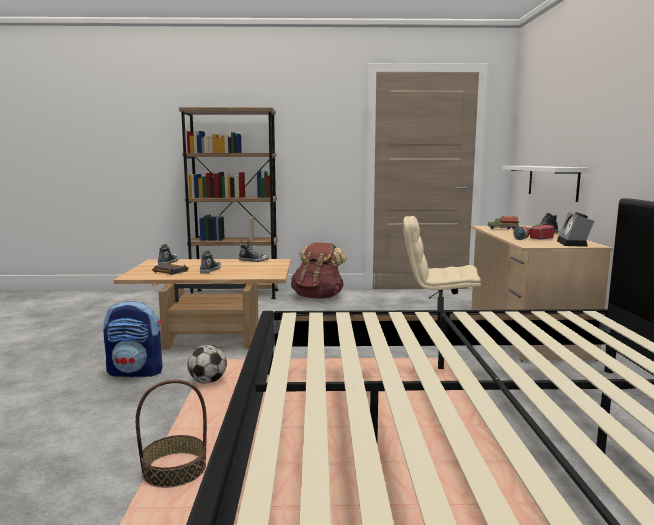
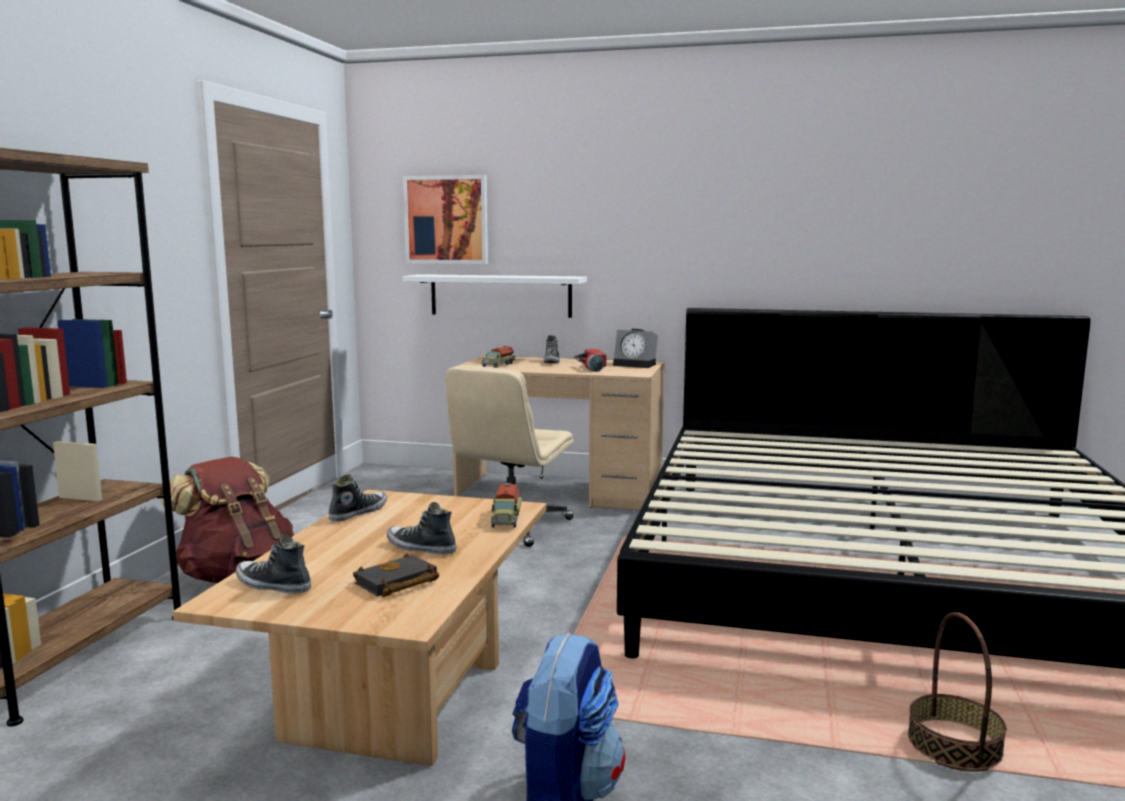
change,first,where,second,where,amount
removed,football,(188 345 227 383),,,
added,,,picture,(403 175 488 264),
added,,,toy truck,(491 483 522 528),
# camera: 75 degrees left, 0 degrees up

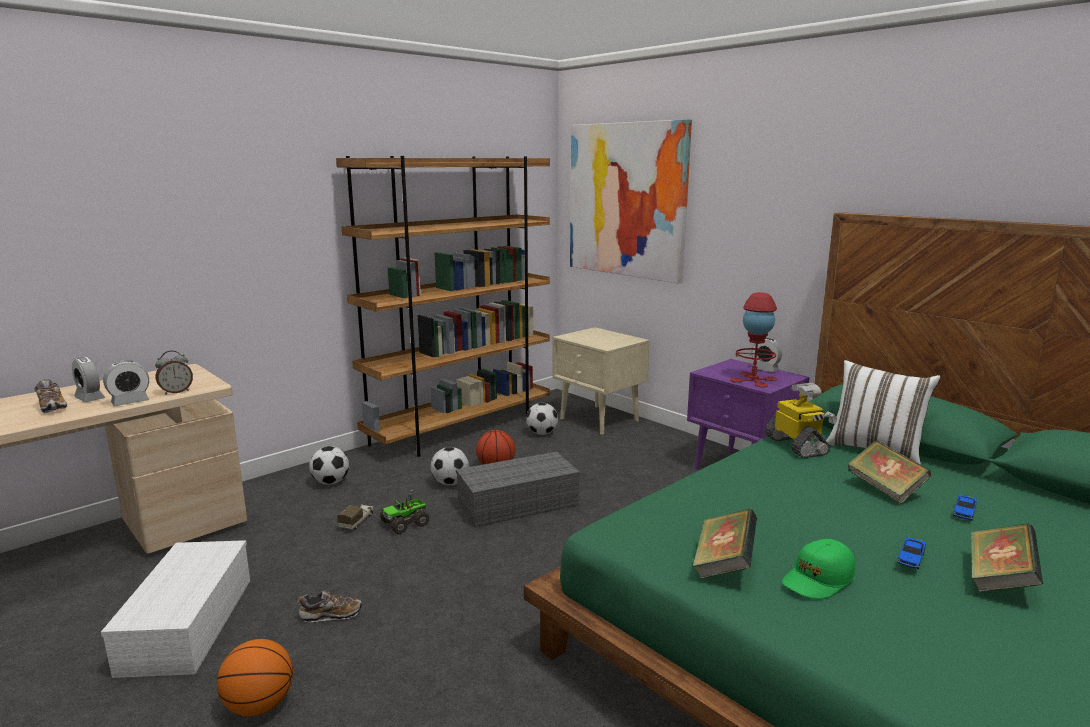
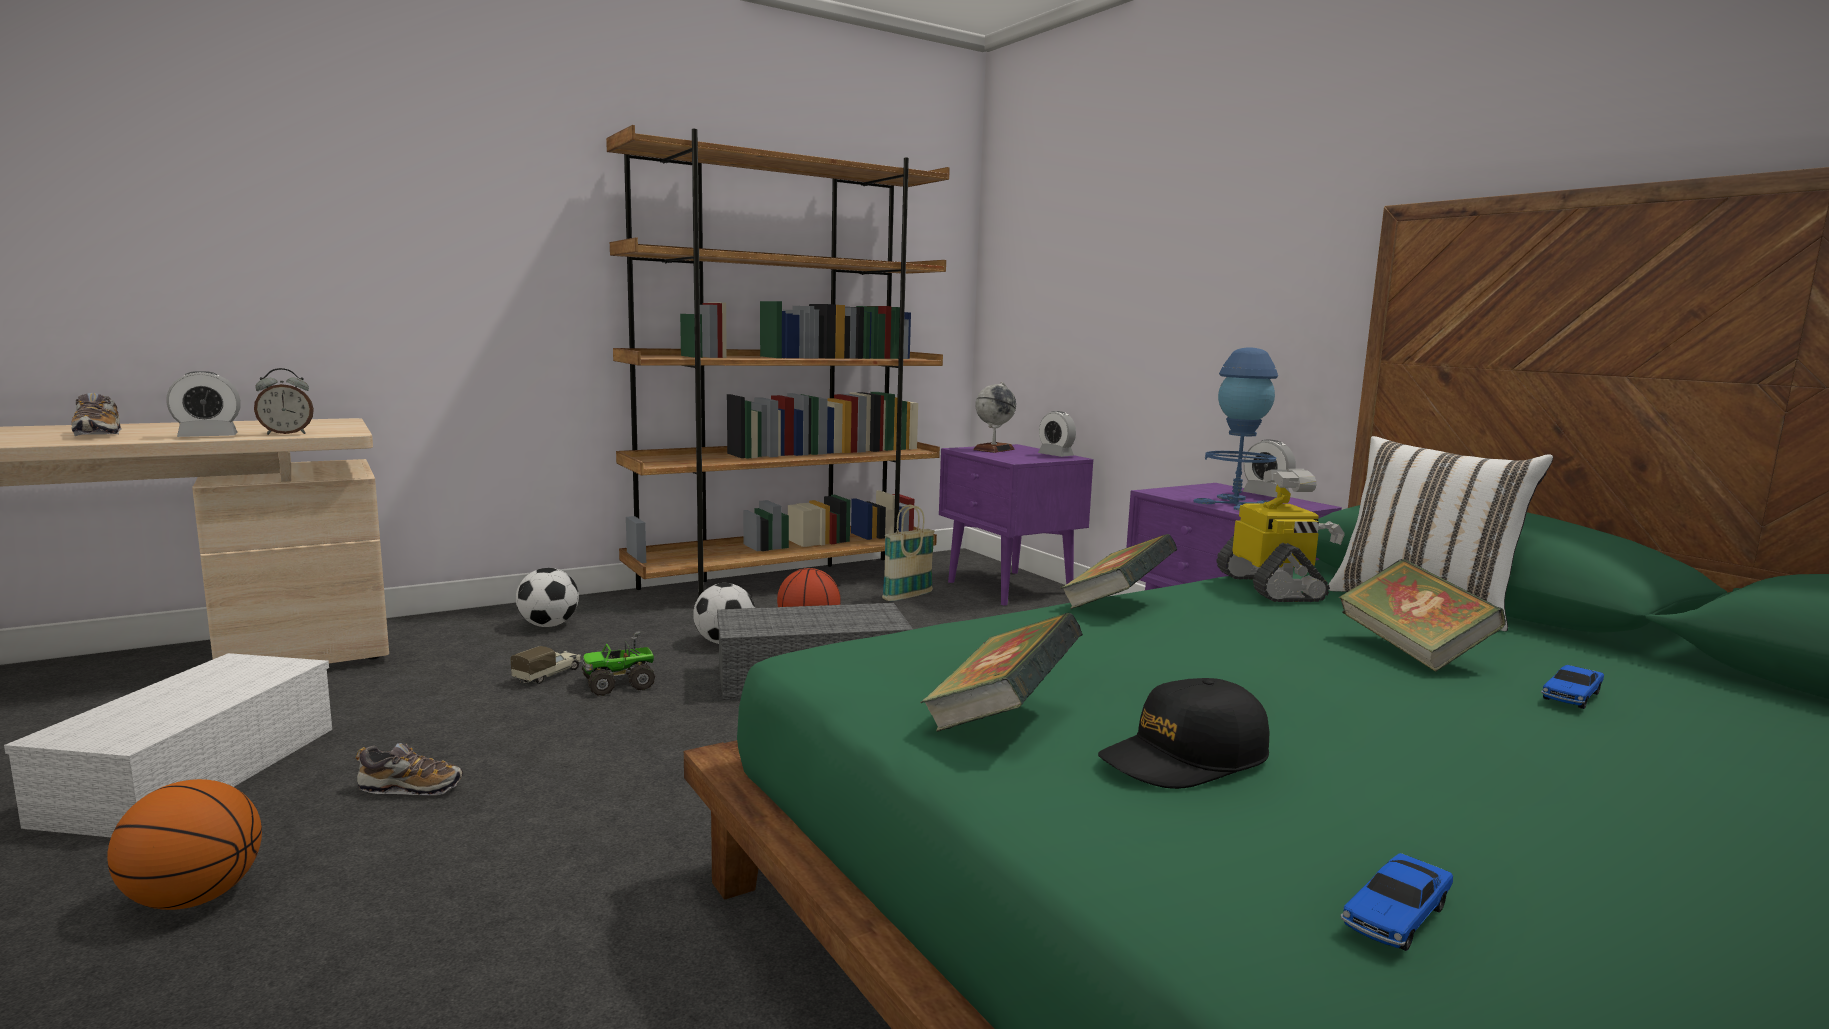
change,first,where,second,where,amount
removed,picture,(570 119 692 283),,,
recoloured,table lamp (red),(730 292 777 388),table lamp (blue),(1194 347 1278 510),
recoloured,nightstand (beige),(552 327 649 434),nightstand (purple),(939 444 1094 606),
moved,alarm clock,(72 357 106 402),,(1038 411 1076 457),
replaced,football,(526 403 558 435),basket,(882 505 935 601),
moved,book,(970 524 1043 592),,(1060 534 1177 609),
moved,toy car,(897 537 926 569),,(1341 853 1453 951),
recoloured,cap (green),(782 539 855 599),cap (black),(1098 678 1269 789),
added,,,globe,(973 382 1016 453),
# camera: 10 degrees right, 5 degrees down

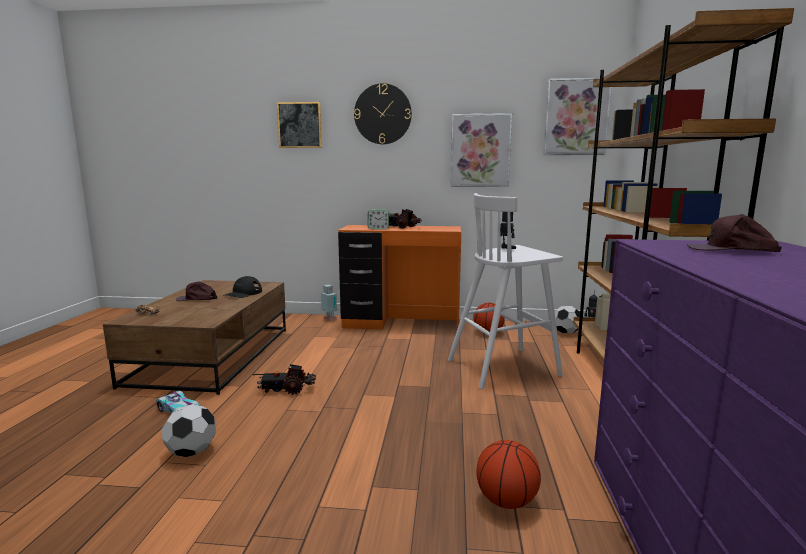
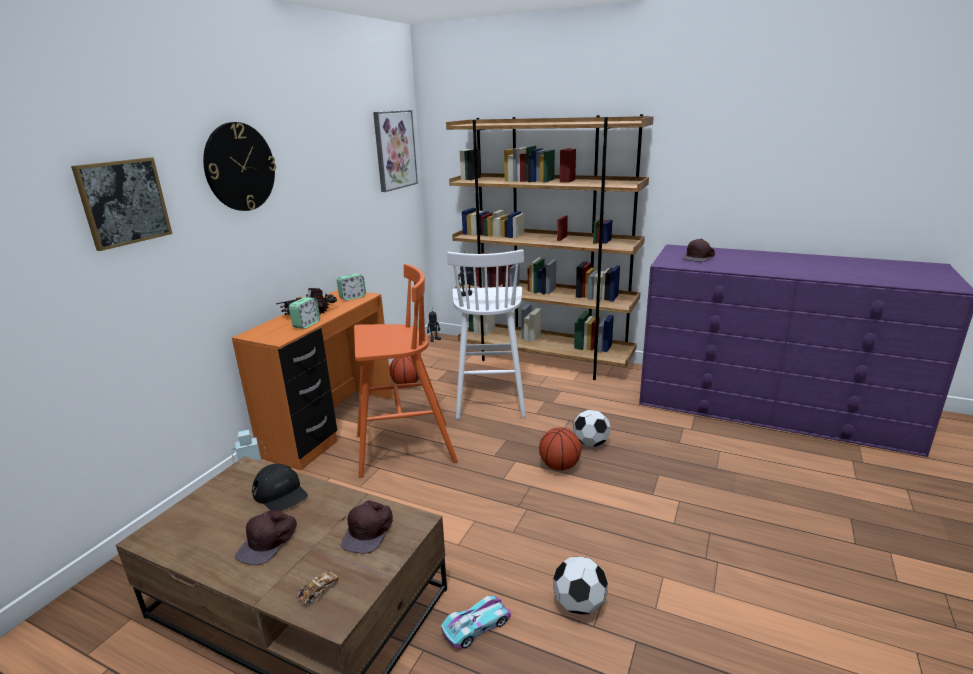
change,first,where,second,where,amount
removed,picture,(451 113 512 187),,,
moved,football,(555 306 580 333),,(573 410 610 447),
removed,toy truck,(253 364 316 395),,,
moved,basketball,(476 440 541 509),,(539 427 581 471),
added,,,stool (orange),(354 264 458 478),
added,,,alarm clock,(337 273 366 301),
added,,,cap (brown),(341 501 393 553),
# camera: 70 degrees left, 10 degrees up

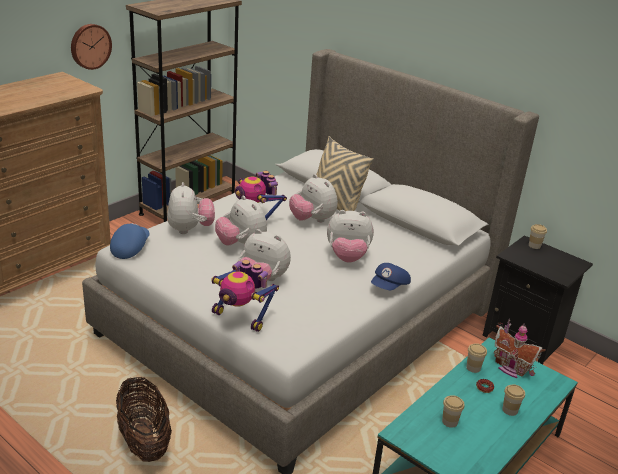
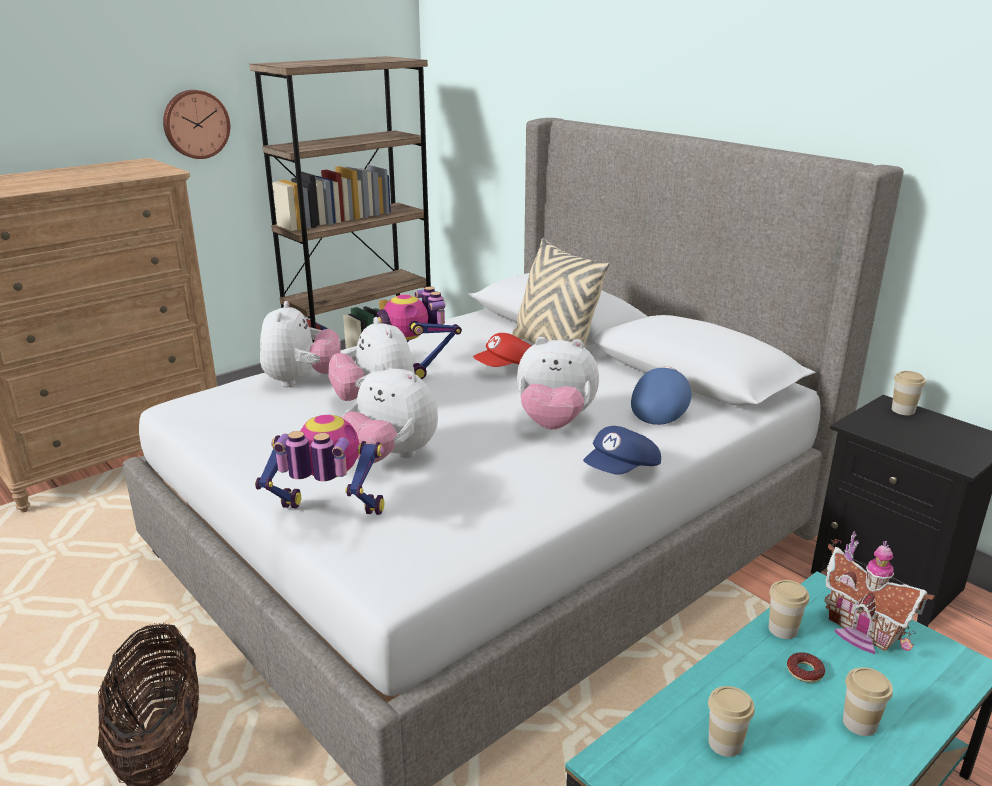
change,first,where,second,where,amount
replaced,plush toy,(289 174 337 223),cap (red),(473 333 532 367),
moved,cap (blue),(110 223 149 259),,(631 366 692 425),
turned,toy robot,(211 260 279 332),,(255 415 384 515),150 degrees clockwise
# camera: 10 degrees right, 5 degrees down

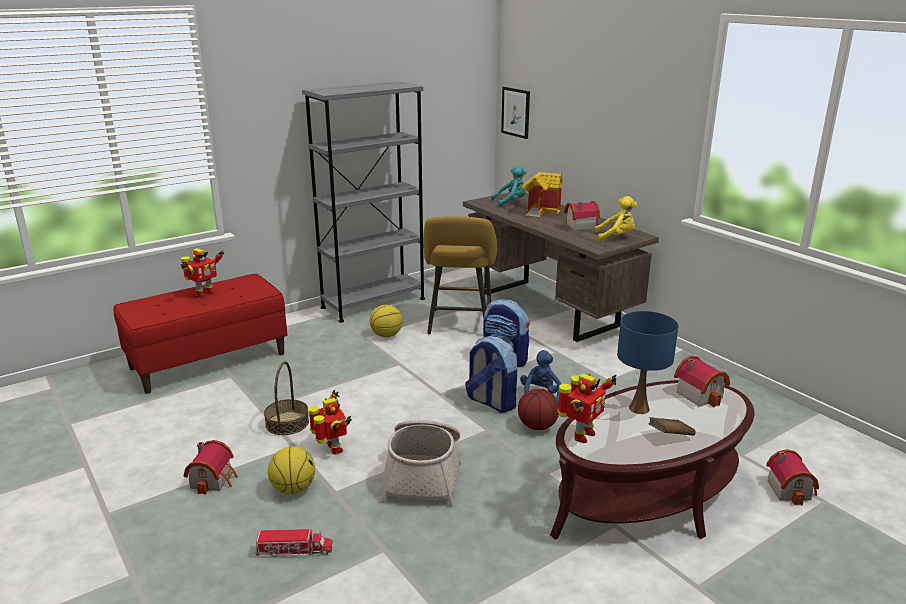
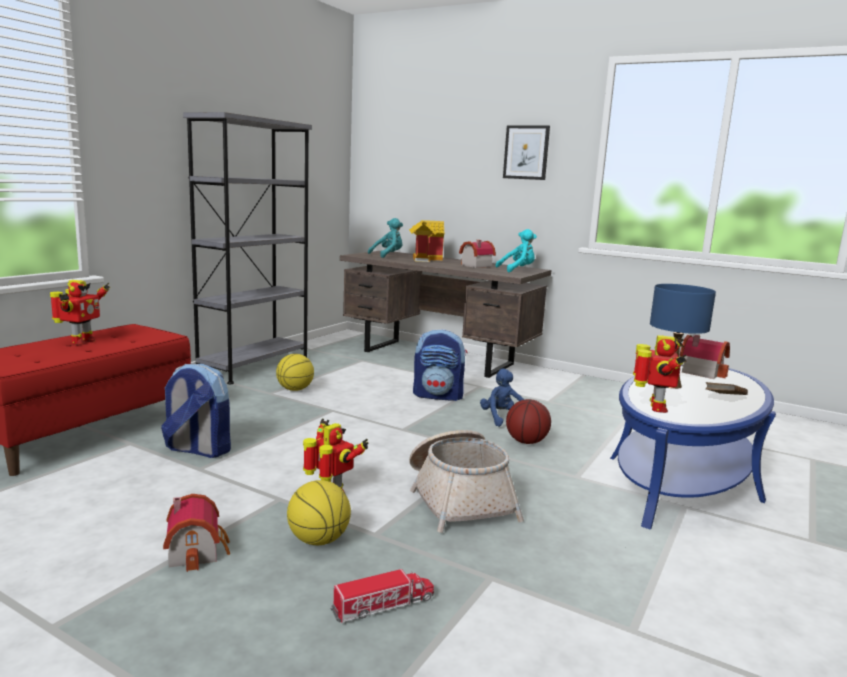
change,first,where,second,where,amount
moved,picture,(501 87 530 139),,(503 125 550 180),
recoloured,plush toy (yellow),(595 196 637 242),plush toy (turquoise),(495 229 537 272),
removed,stool (yellow),(423 216 497 335),,,
moved,backpack,(465 336 517 413),,(161 364 231 458),
removed,basket,(264 361 309 435),,,
recoloured,coffee table (brown),(550 380 755 540),coffee table (blue),(610 364 776 529),
removed,toy house,(766 449 819 506),,,
# camera: 25 degrees left, 10 degrees down

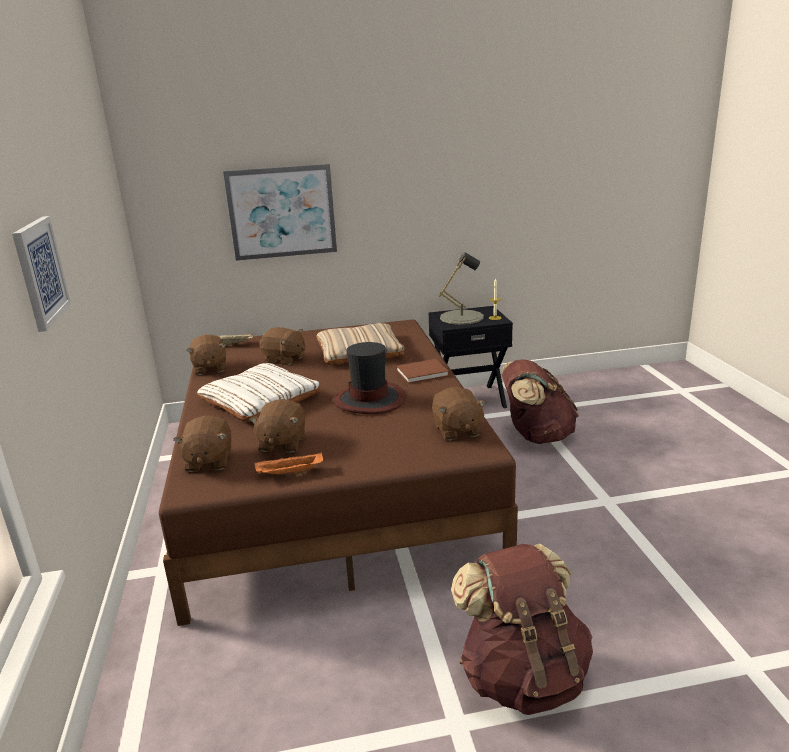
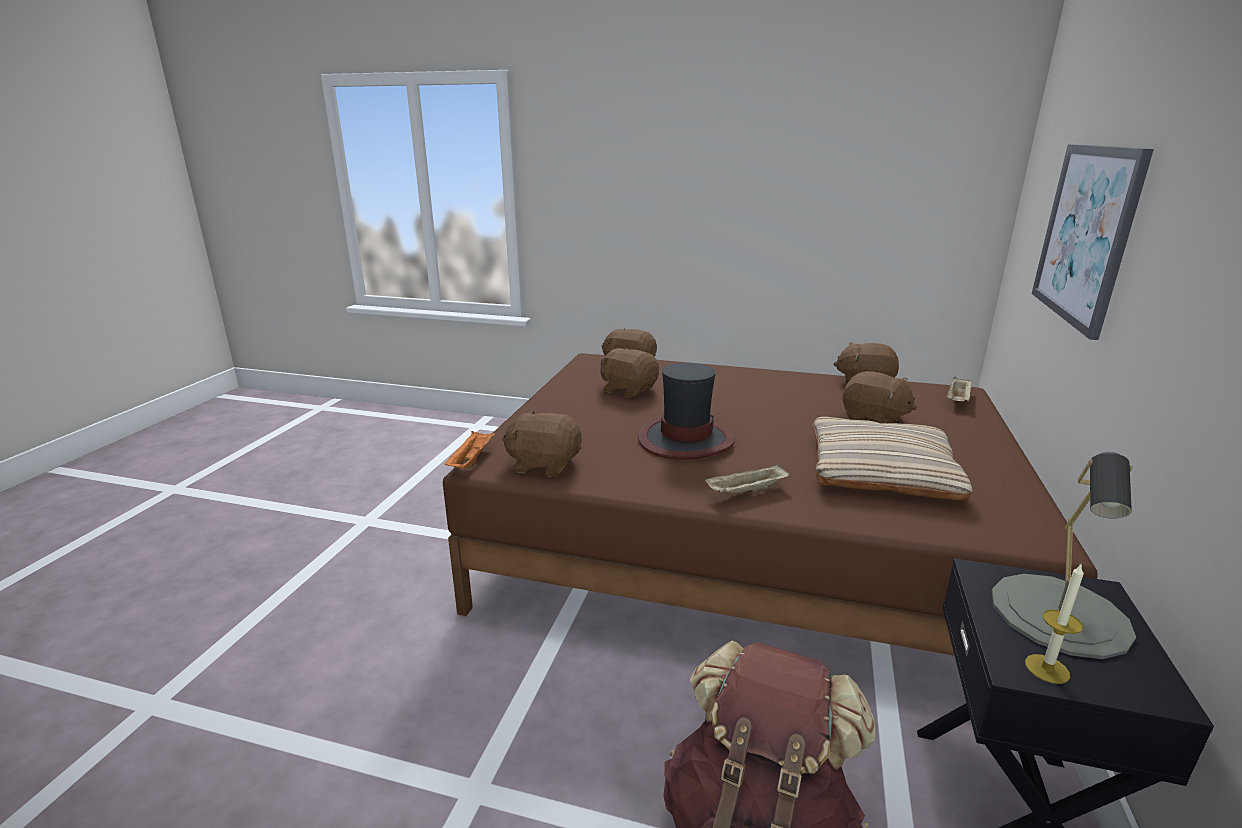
change,first,where,second,where,amount
removed,picture,(12 216 71 332),,,
turned,plush toy (brown),(259 327 305 365),,(842 371 917 423),105 degrees counterclockwise
replaced,book (brown),(396 359 449 383),tray (beige),(705 464 789 493),
removed,pillow (white),(197 363 320 422),,,
moved,tray (orange),(255 452 323 475),,(444 430 496 469),
removed,backpack (brown),(451 543 593 715),,,
# camera: 115 degrees right, 0 degrees up

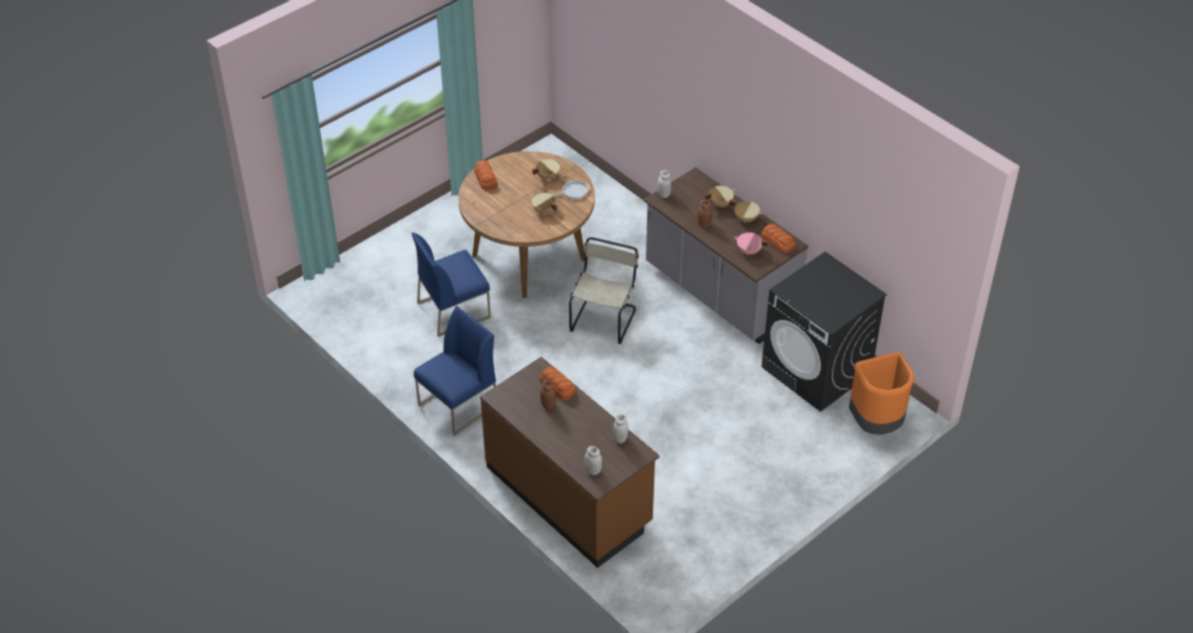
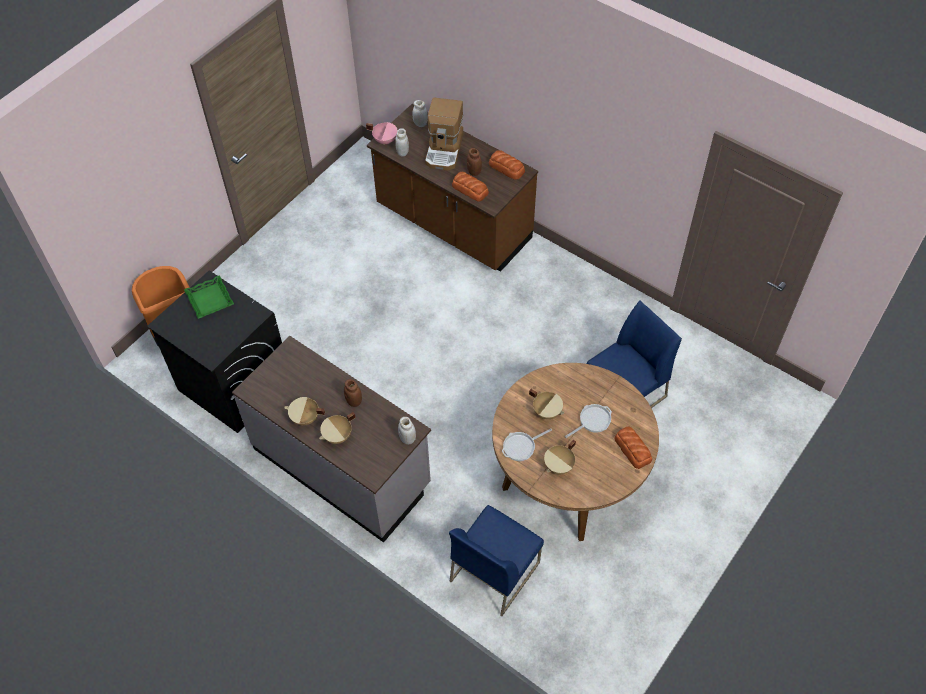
change,first,where,second,where,amount
moved,bread,(761 224 796 254),,(489 150 525 180),
moved,cooking pot (pink),(734 233 769 255),,(366 122 398 145),
removed,chair (beige),(569 237 639 344),,,
moved,chair (blue),(414 306 496 436),,(449 505 544 616),
added,,,coffee machine,(425 98 463 171),
added,,,tray (green),(184 275 234 319),
added,,,frying pan,(565 404 612 438),
# camera: 170 degrees right, 10 degrees up

